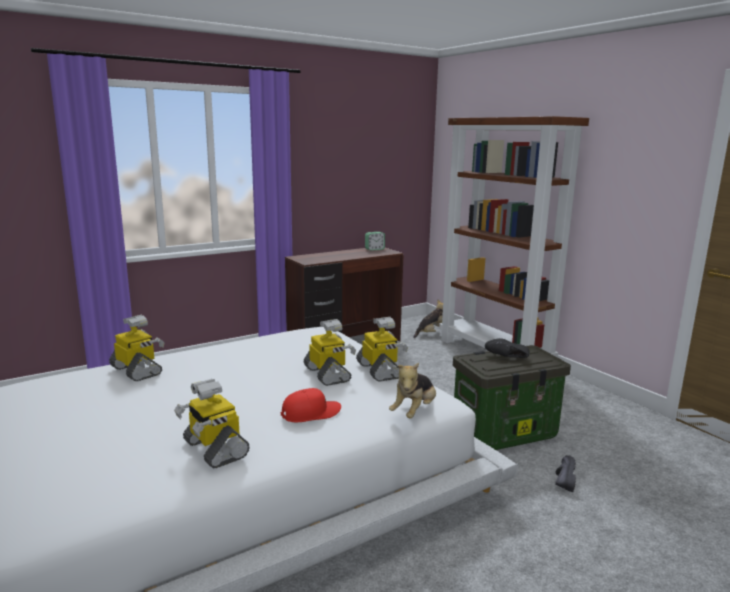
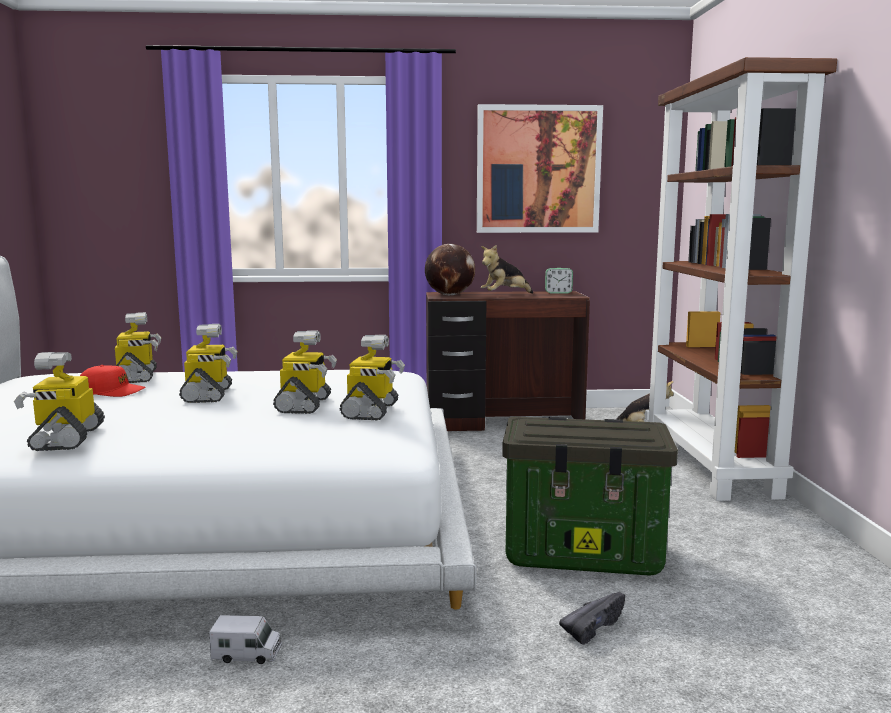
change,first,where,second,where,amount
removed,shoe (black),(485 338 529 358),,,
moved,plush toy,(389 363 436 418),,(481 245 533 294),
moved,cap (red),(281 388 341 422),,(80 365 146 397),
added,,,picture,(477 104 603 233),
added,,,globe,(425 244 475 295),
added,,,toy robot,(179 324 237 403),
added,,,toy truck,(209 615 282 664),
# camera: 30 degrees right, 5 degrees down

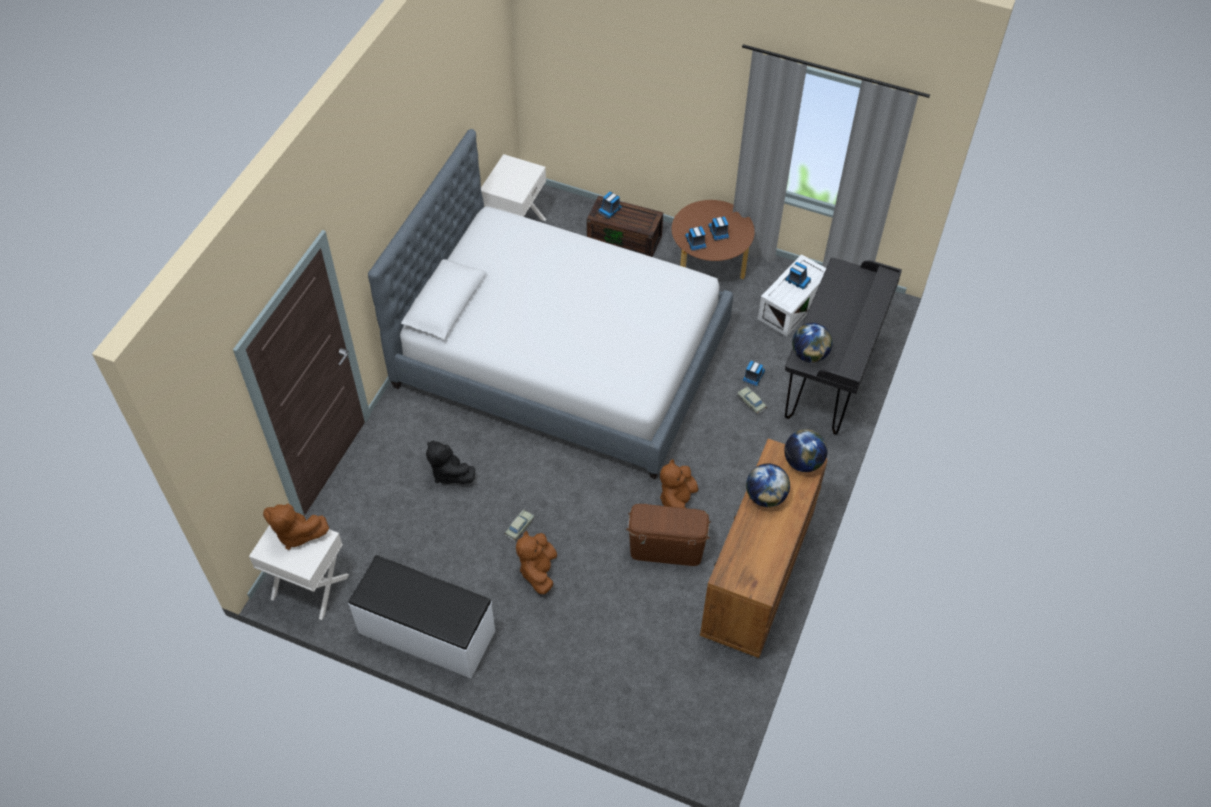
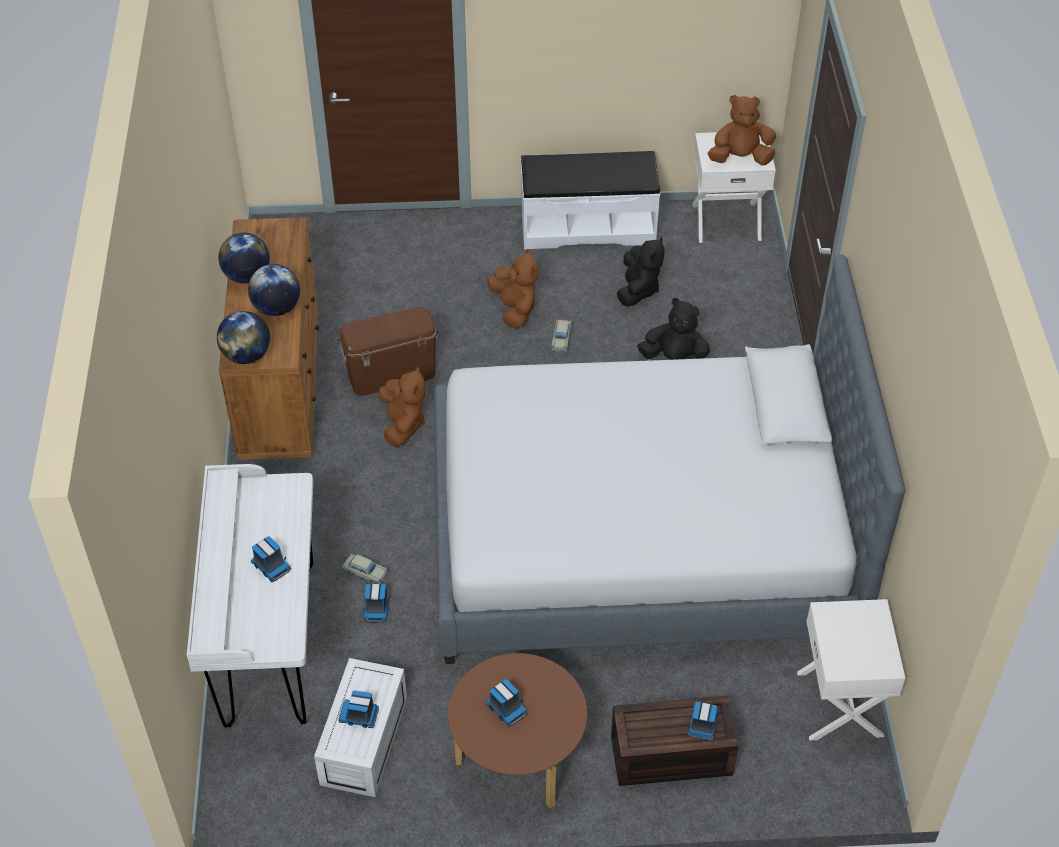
change,first,where,second,where,amount
moved,toy truck,(685 226 706 251),,(251 536 291 582),
recoloured,desk (black),(785 258 902 434),desk (white),(187 464 313 728),
moved,globe,(792 323 833 363),,(218 233 270 284),
added,,,plush toy (black),(617 236 665 307),
# camera: 155 degrees right, 5 degrees down

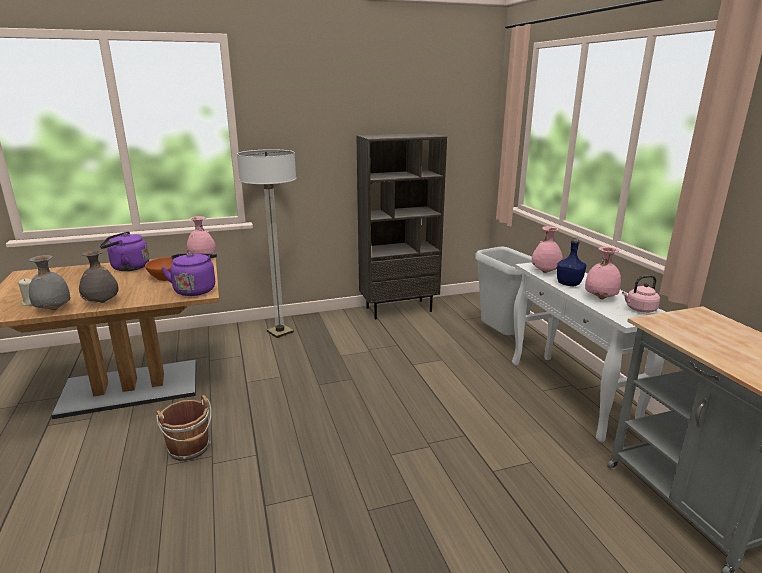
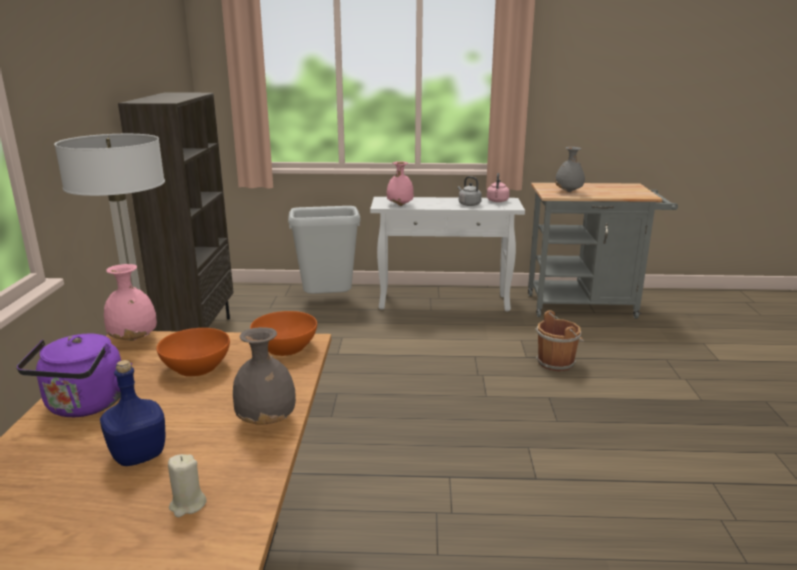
change,first,where,second,where,amount
moved,bottle (blue),(557 237 586 286),,(100 360 165 466),
replaced,vase (pink),(585 247 621 299),kettle (grey),(458 176 482 206),
replaced,kettle (purple),(161 253 217 296),bowl (orange),(250 311 317 356),
moved,vase (grey),(29 255 70 310),,(555 147 585 192),
moved,bucket (brown),(156 395 212 461),,(535 310 584 371),
# camera: 70 degrees left, 0 degrees up

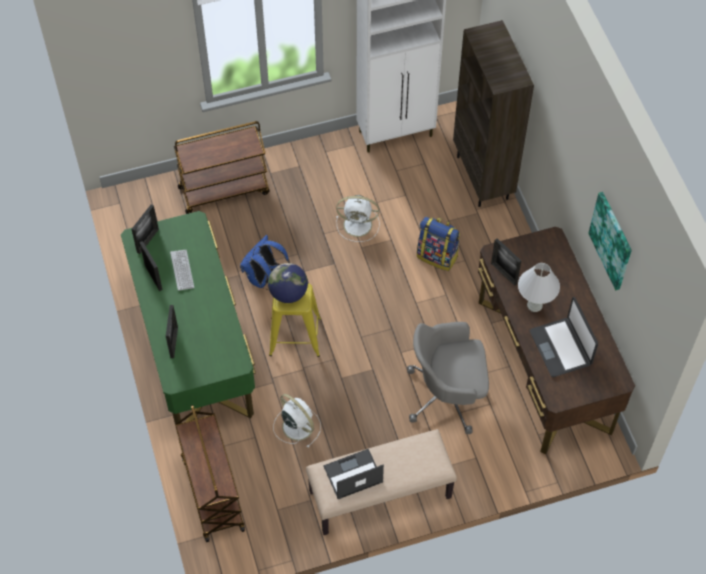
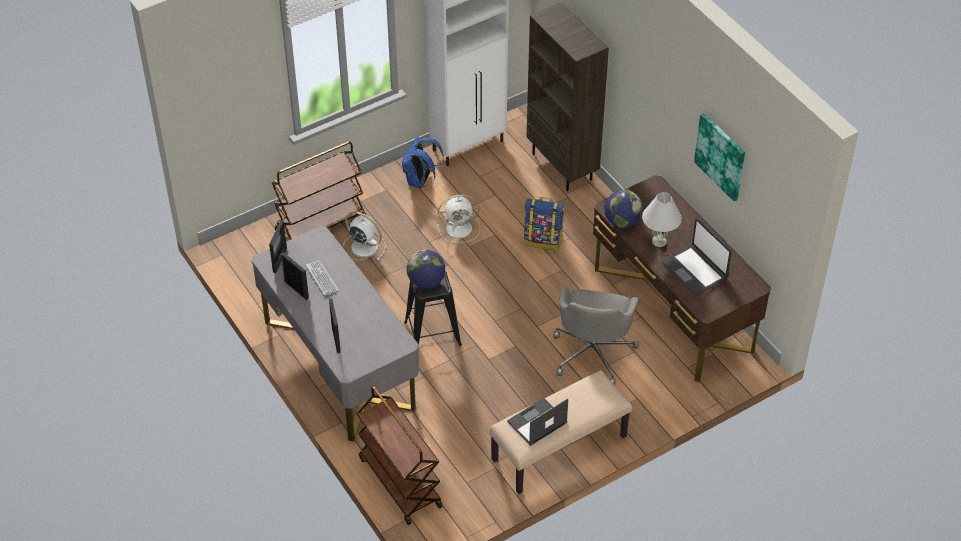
change,first,where,second,where,amount
recoloured,desk (green),(121 211 256 424),desk (grey),(252 226 419 441),
moved,backpack (blue),(240 235 290 290),,(402 136 444 188),
replaced,picture frame,(491 238 521 286),globe,(605 190 643 228),
recoloured,stool (yellow),(269 283 321 357),stool (black),(404 271 462 346),
turned,office chair (grey),(407 322 489 434),,(553 286 639 386),60 degrees counterclockwise
moved,fan (white),(273 394 321 448),,(342 211 386 260),
# camera: 15 degrees left, 10 degrees down

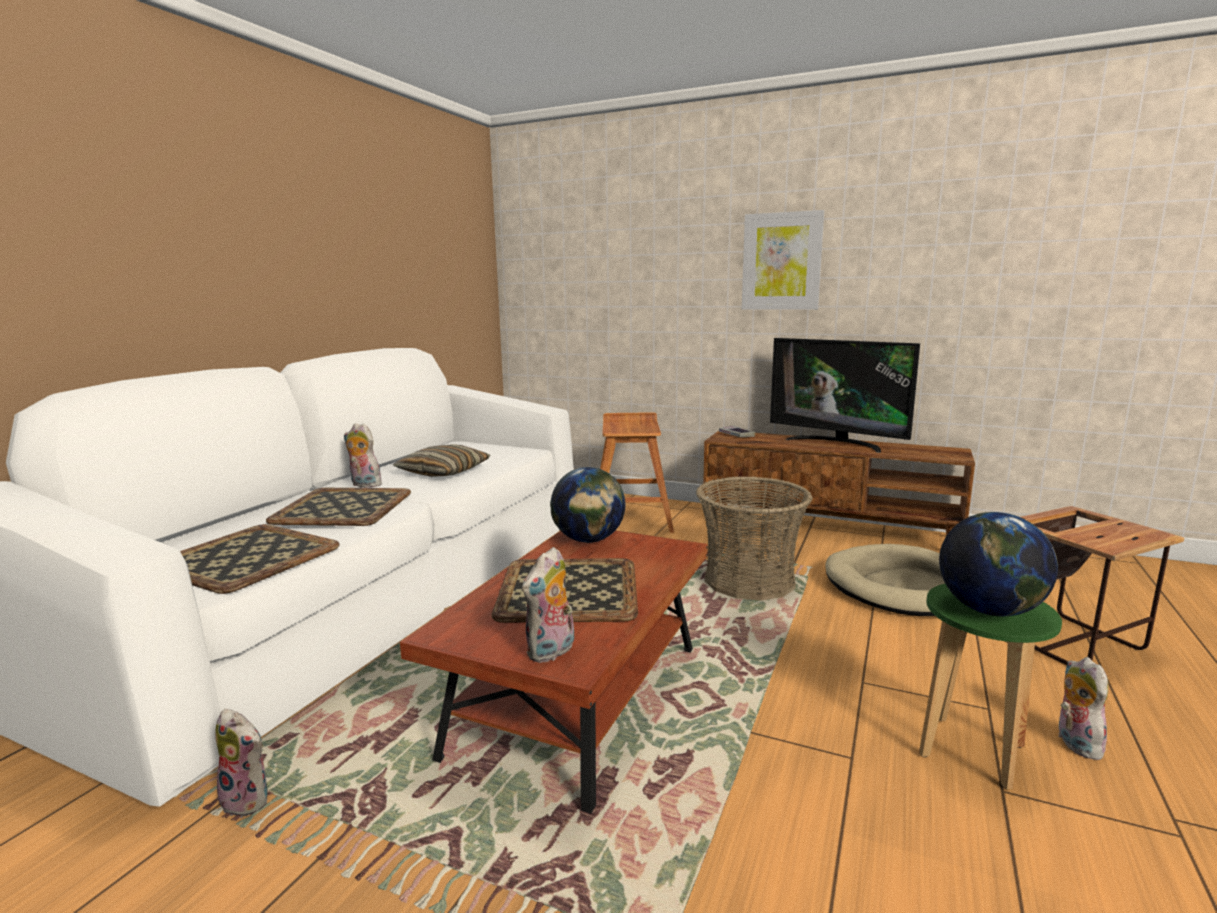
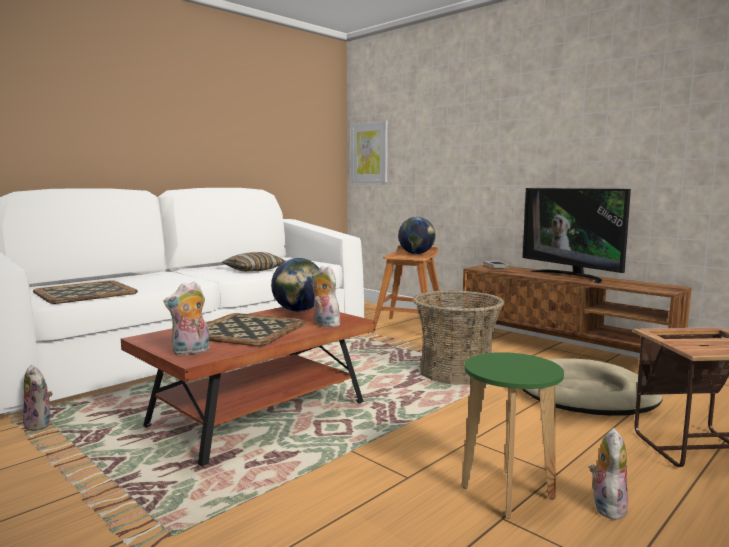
change,first,where,second,where,amount
moved,picture,(742 210 824 310),,(351 121 388 183),
moved,plush toy,(344 423 382 488),,(312 266 340 327),
removed,tray,(266 488 411 526),,,
moved,globe,(939 512 1058 616),,(398 217 436 254),
# camera: 20 degrees right, 5 degrees down

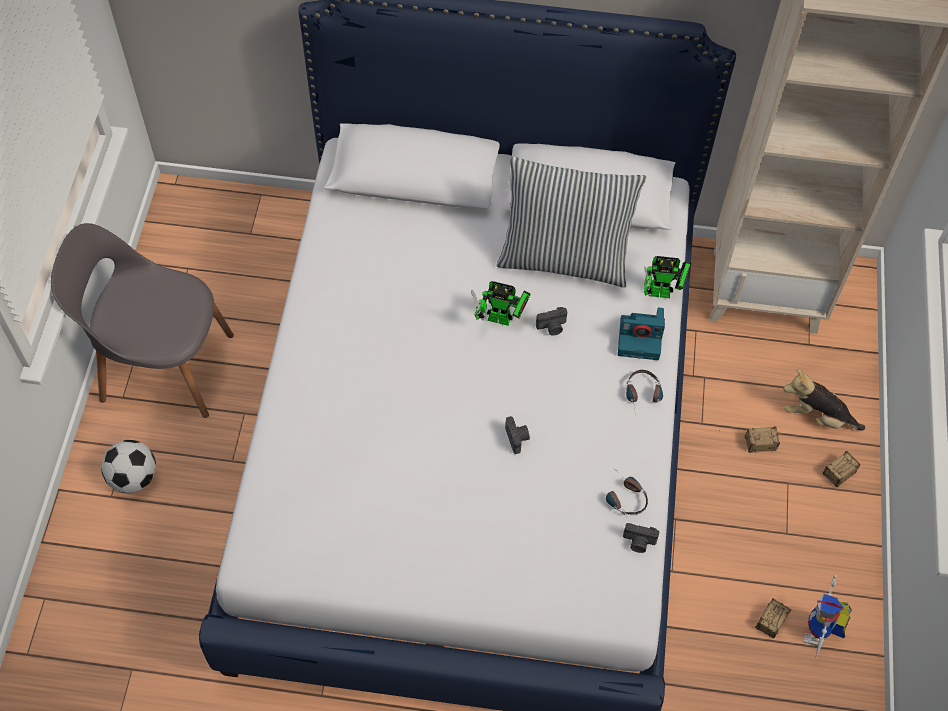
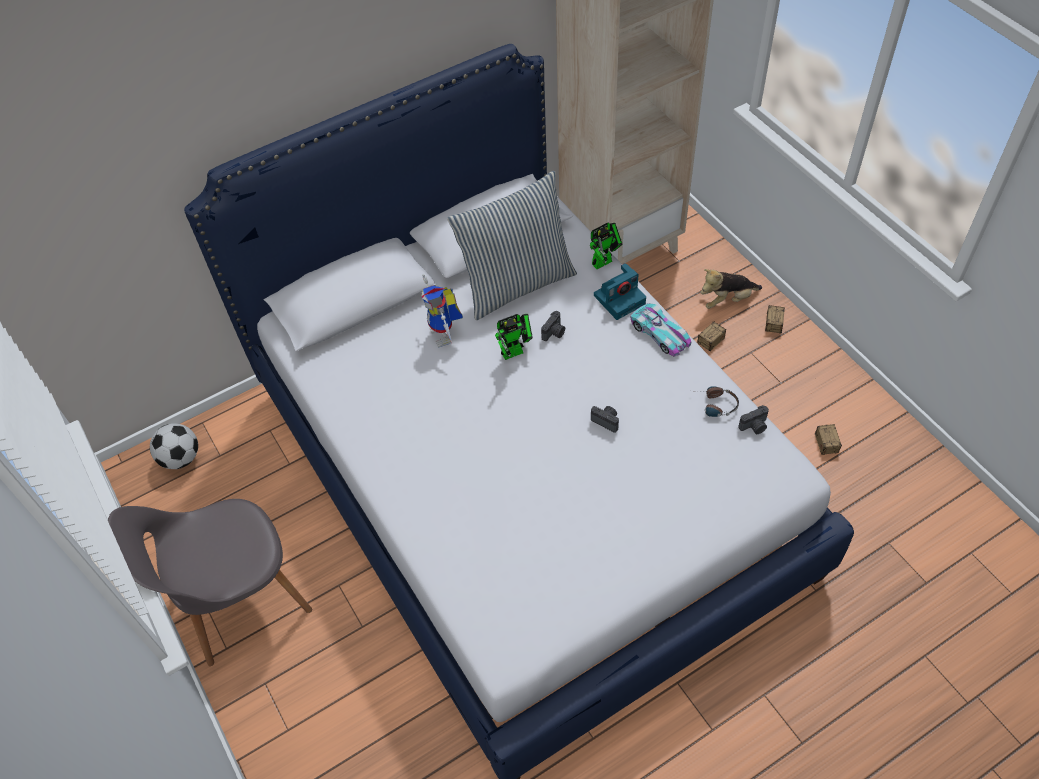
change,first,where,second,where,amount
replaced,headphones,(626 370 663 417),toy car,(631 303 691 357),
moved,football,(101 440 156 493),,(150 423 198 469),
moved,toy robot,(803 575 852 659),,(421 274 463 348),
# camera: 35 degrees left, 5 degrees down

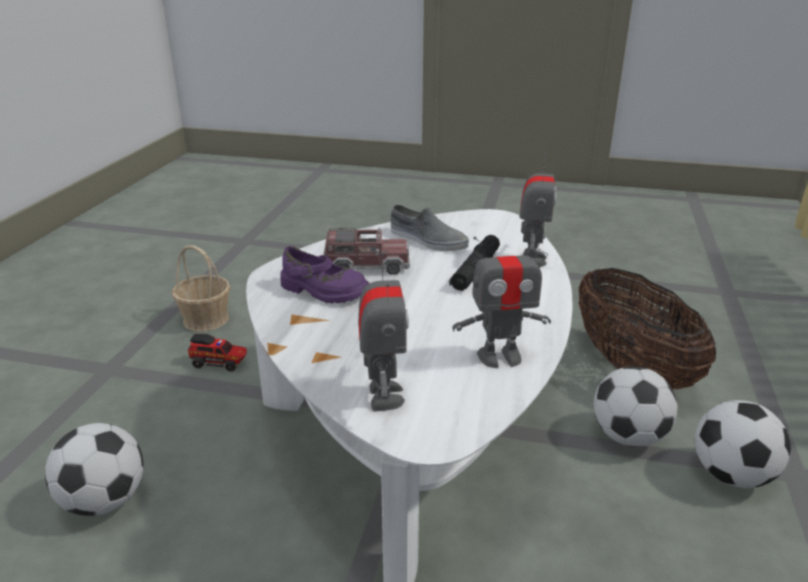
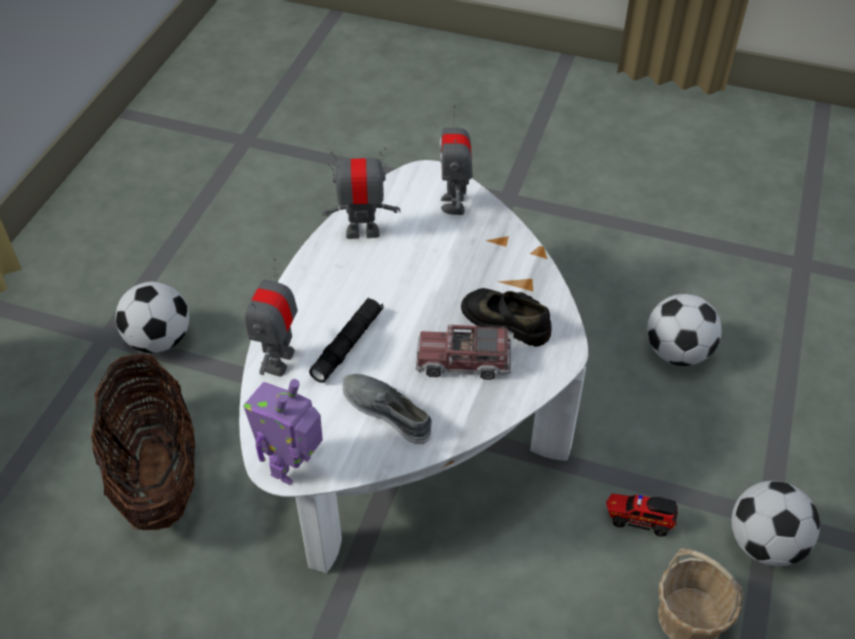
change,first,where,second,where,amount
recoloured,shoe (purple),(280 246 369 303),shoe (black),(461 288 552 347),
moved,football,(594 366 677 447),,(731 481 820 566),
added,,,toy robot,(243 379 323 485),
# camera: 175 degrees left, 20 degrees up

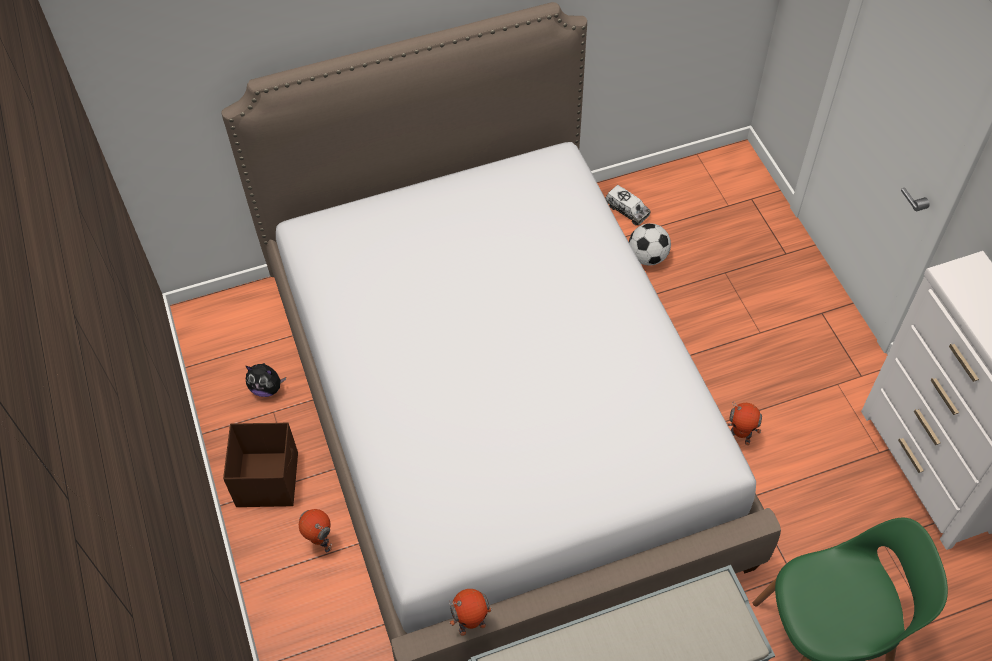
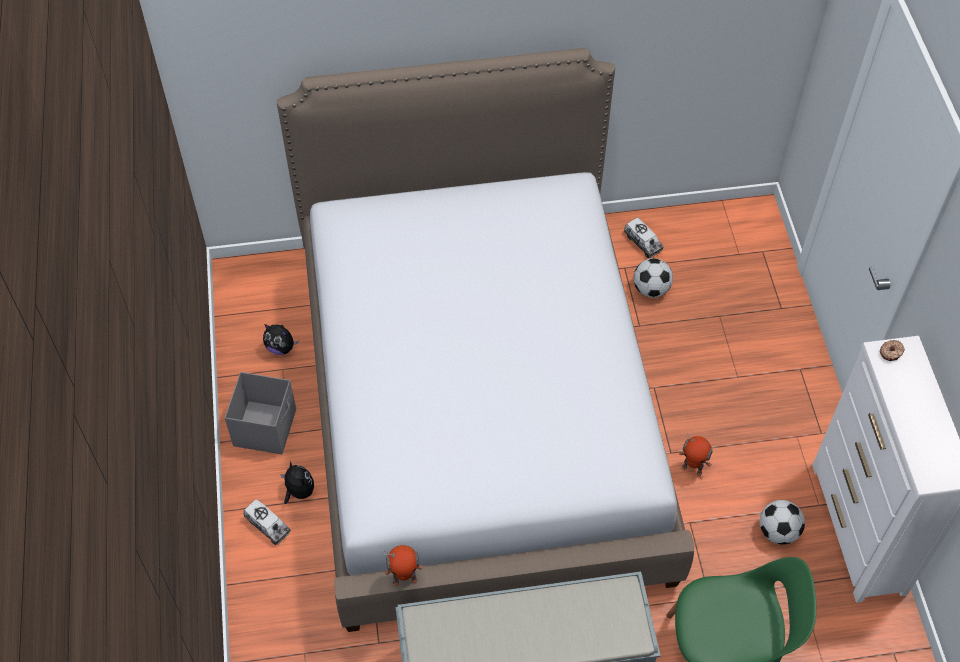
change,first,where,second,where,amount
recoloured,storage box (brown),(223 422 298 507),storage box (grey),(225 372 296 454),
replaced,toy robot,(299 509 332 552),plush toy,(280 461 314 504),
added,,,donut,(880 340 905 361),
added,,,toy truck,(243 499 291 545),
added,,,football,(760 500 805 545),
# camera: 10 degrees right, 0 degrees up

